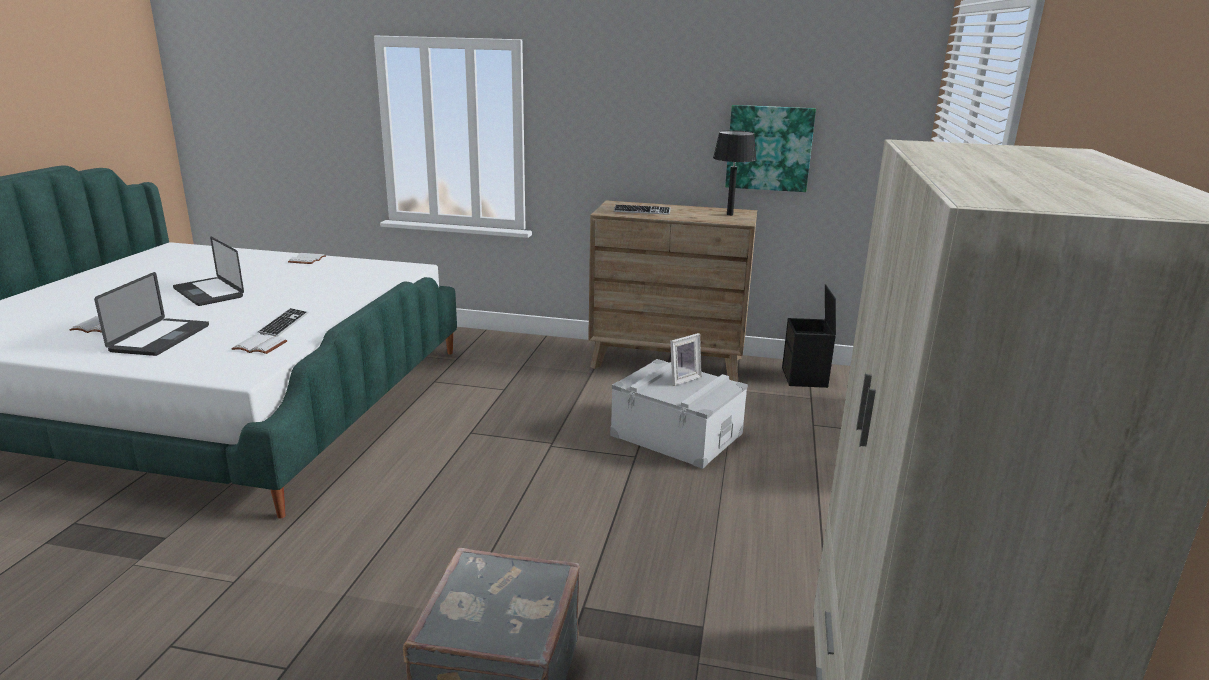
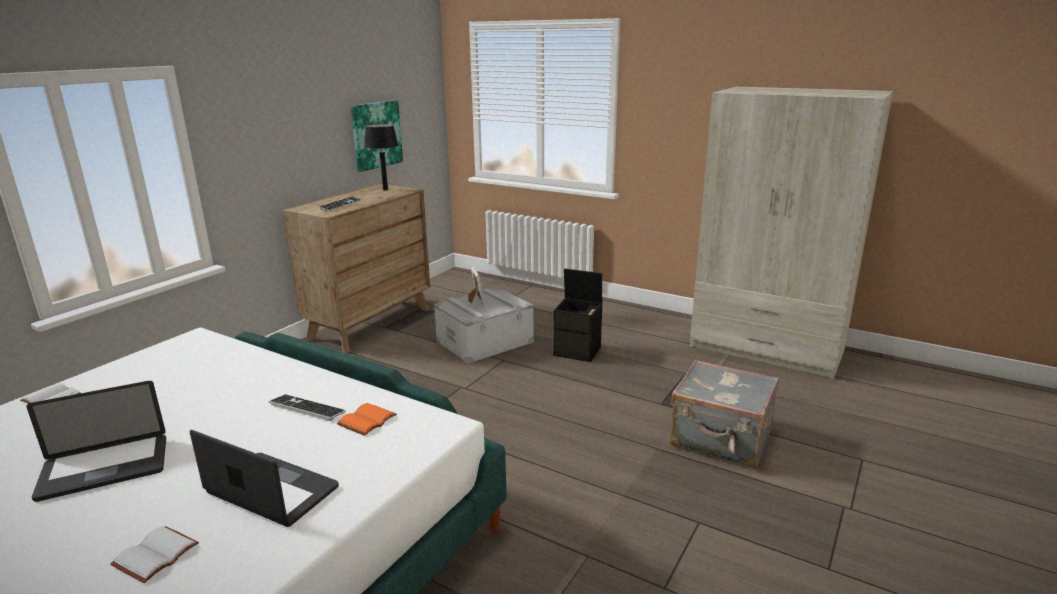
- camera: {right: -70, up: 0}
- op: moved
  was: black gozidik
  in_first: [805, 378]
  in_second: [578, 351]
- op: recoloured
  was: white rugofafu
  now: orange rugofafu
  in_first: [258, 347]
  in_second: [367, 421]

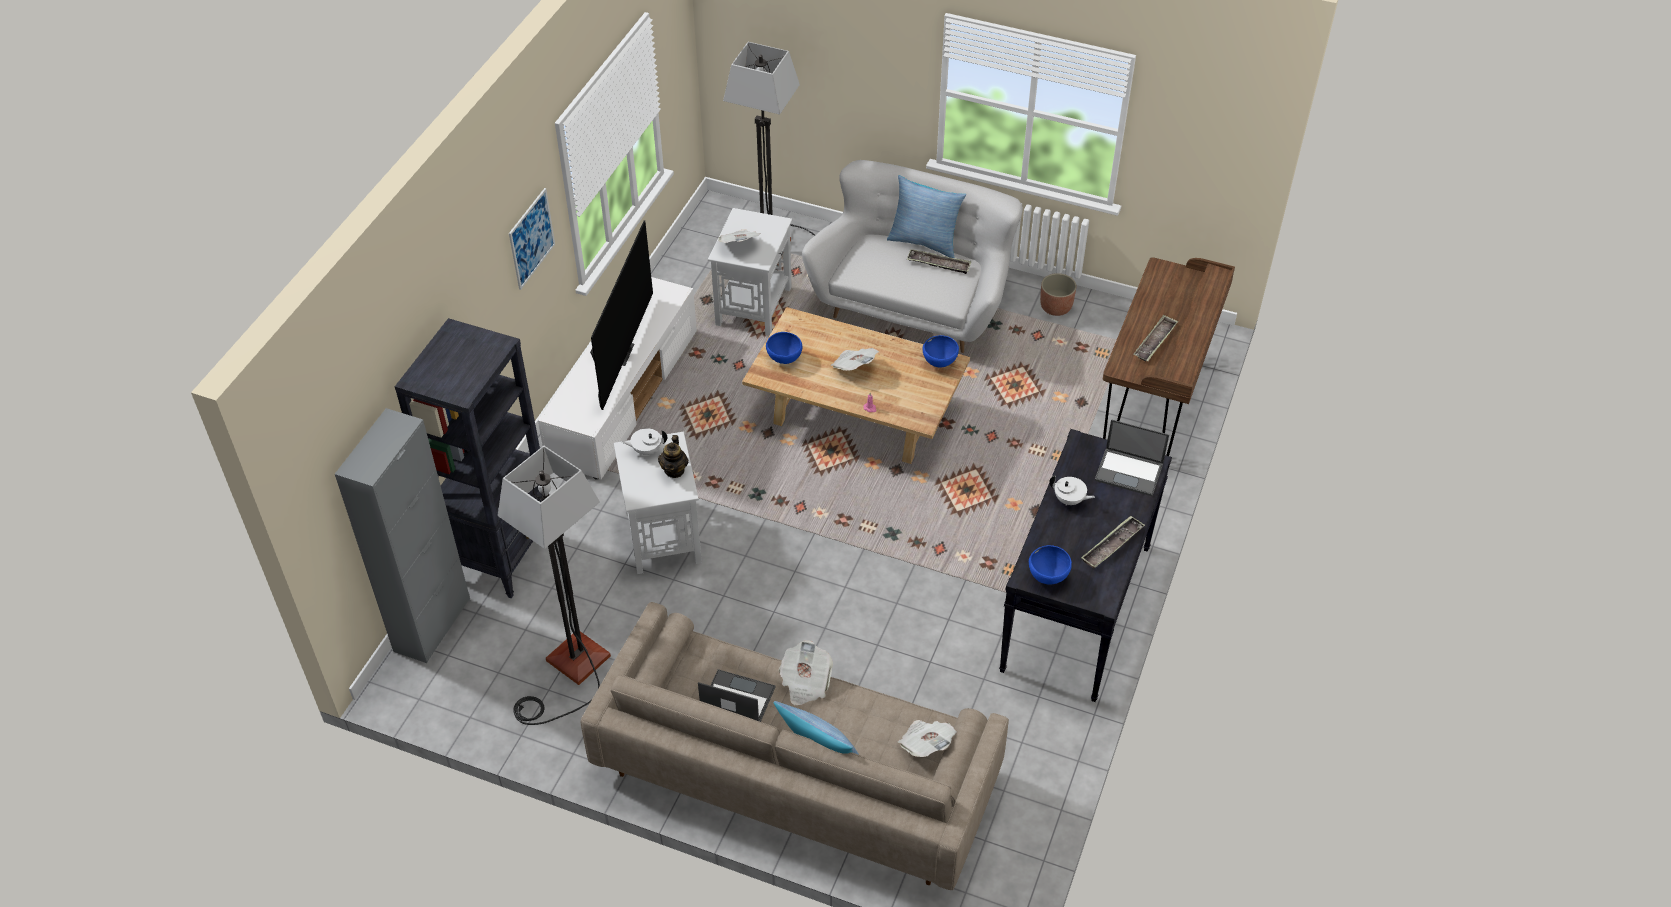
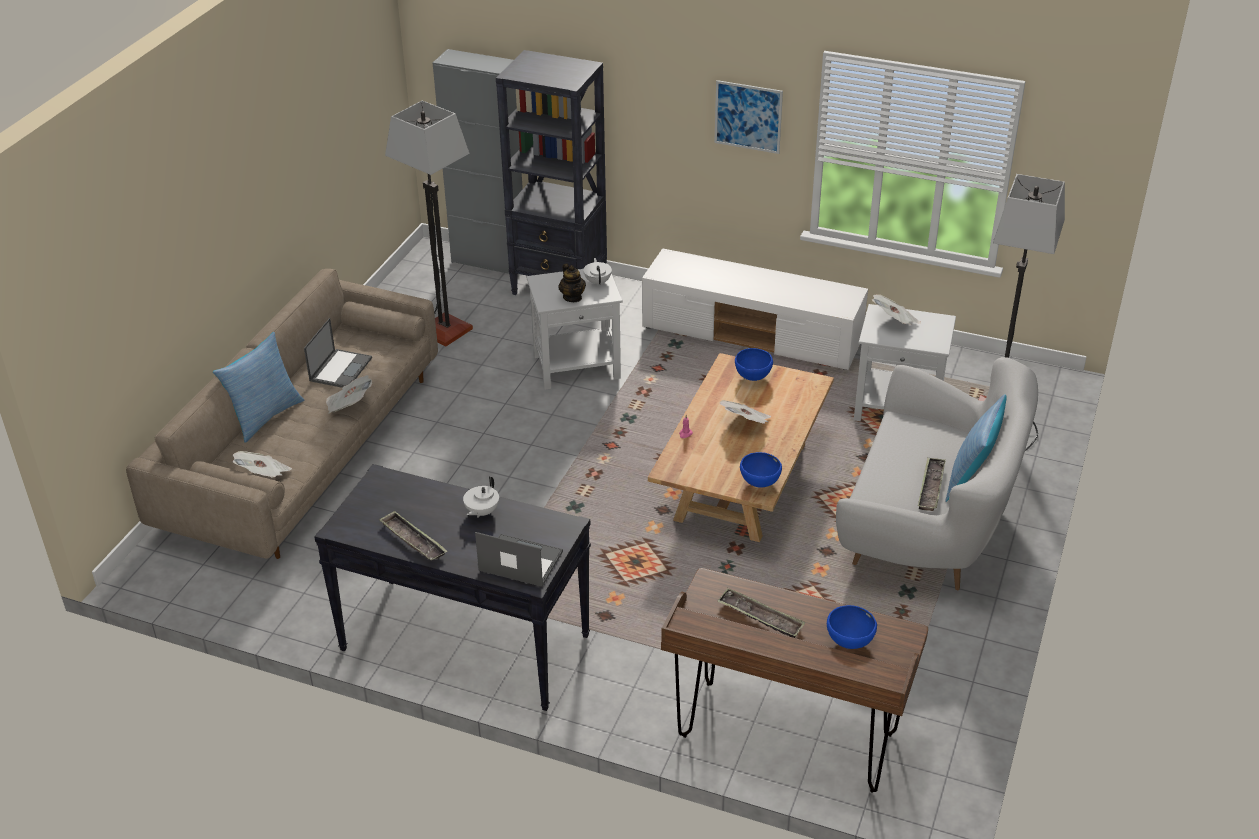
- camera: {right: 90, up: -10}
- op: removed
  was: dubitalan
  in_first: [619, 353]
- op: removed
  was: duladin
  in_first: [1056, 307]
- op: turned
  was: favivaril
  in_first: [1130, 472]
  in_second: [519, 561]
  clockwise: 90
- op: turned
  was: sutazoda
  in_first: [674, 470]
  in_second: [572, 297]
  clockwise: -120
- op: moved
  was: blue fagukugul
  in_first: [1048, 577]
  in_second: [849, 643]

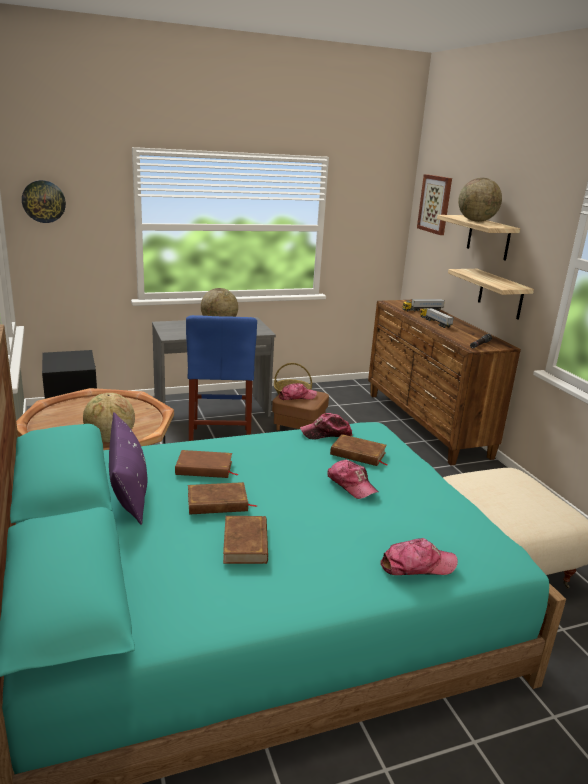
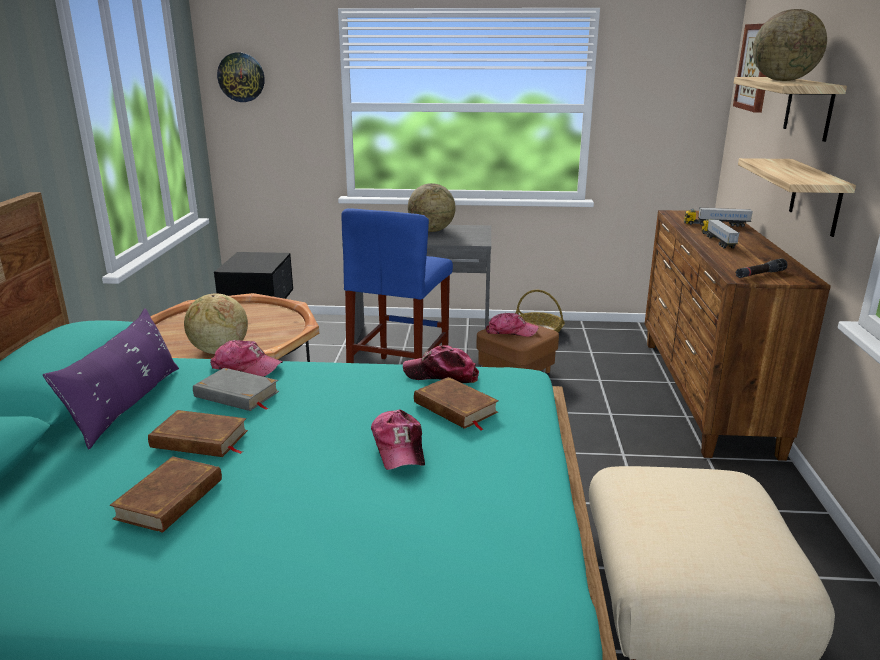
- camera: {right: 25, up: 0}
- op: recoloured
  was: brown rugofafu
  now: grey rugofafu
  in_first: [204, 468]
  in_second: [236, 394]
- op: moved
  was: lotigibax
  in_first: [417, 565]
  in_second: [246, 367]

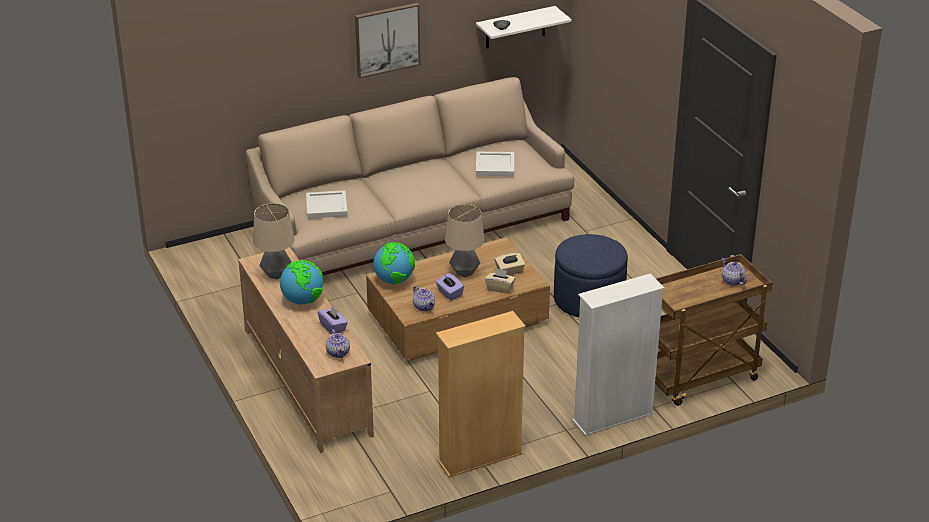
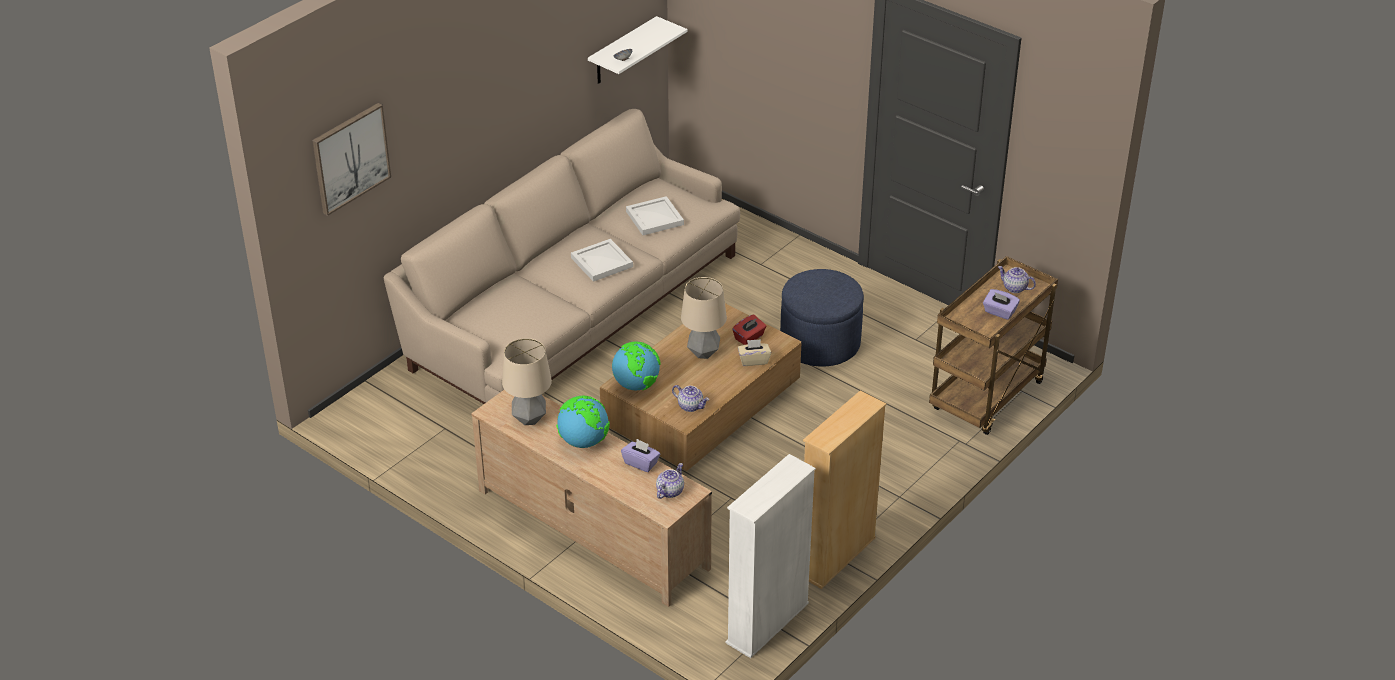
- camera: {right: -25, up: 5}
- op: moved
  was: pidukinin
  in_first: [387, 39]
  in_second: [350, 158]
- op: moved
  was: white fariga
  in_first: [326, 206]
  in_second: [600, 262]
- op: recoloured
  was: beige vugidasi
  now: red vugidasi
  in_first: [509, 271]
  in_second: [749, 337]
- op: moved
  was: purple vugidasi
  in_first: [449, 293]
  in_second: [999, 312]
- op: moved
  was: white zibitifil
  in_first: [613, 417]
  in_second: [767, 623]
- op: turned
  was: sutazoda
  in_first: [338, 353]
  in_second: [669, 491]
  clockwise: -105

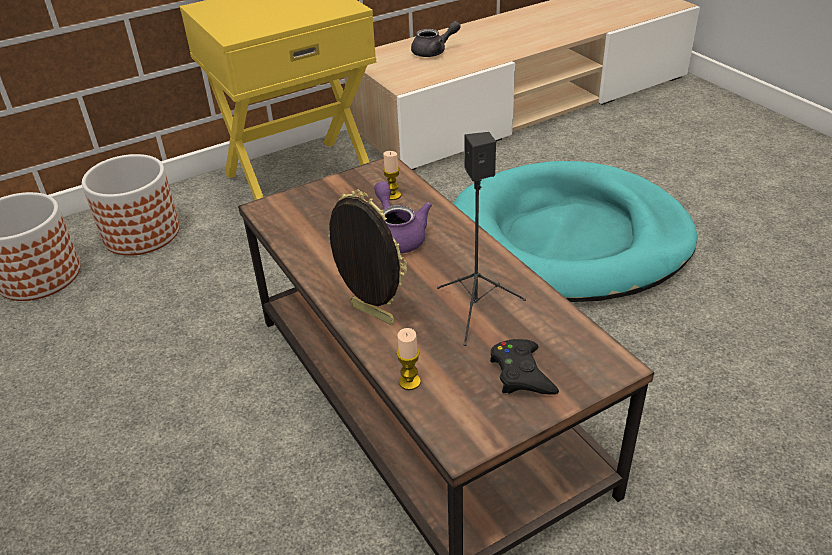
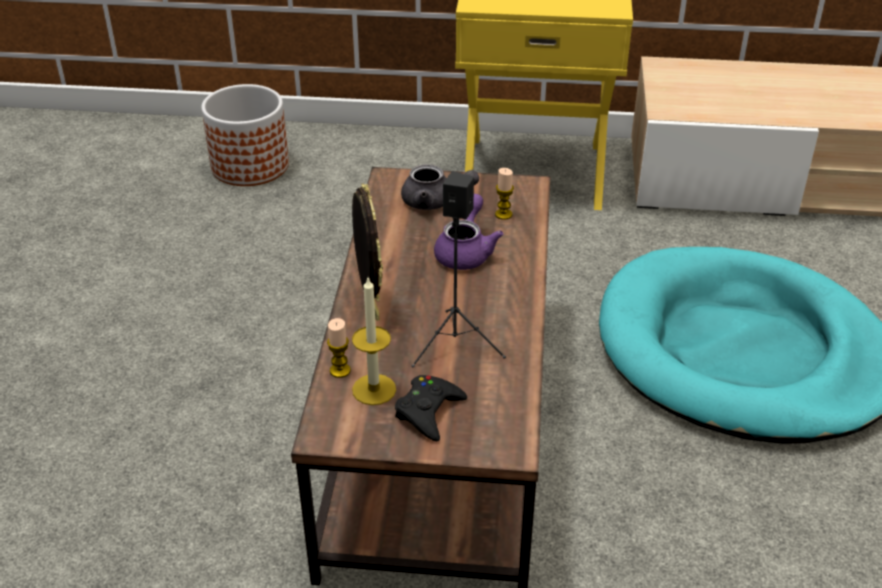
- camera: {right: 35, up: 0}
- op: moved
  was: grey sutazoda
  in_first: [434, 52]
  in_second: [435, 201]
- op: removed
  was: duladin
  in_first: [142, 233]
- op: added
  now: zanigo
  in_second: [374, 389]

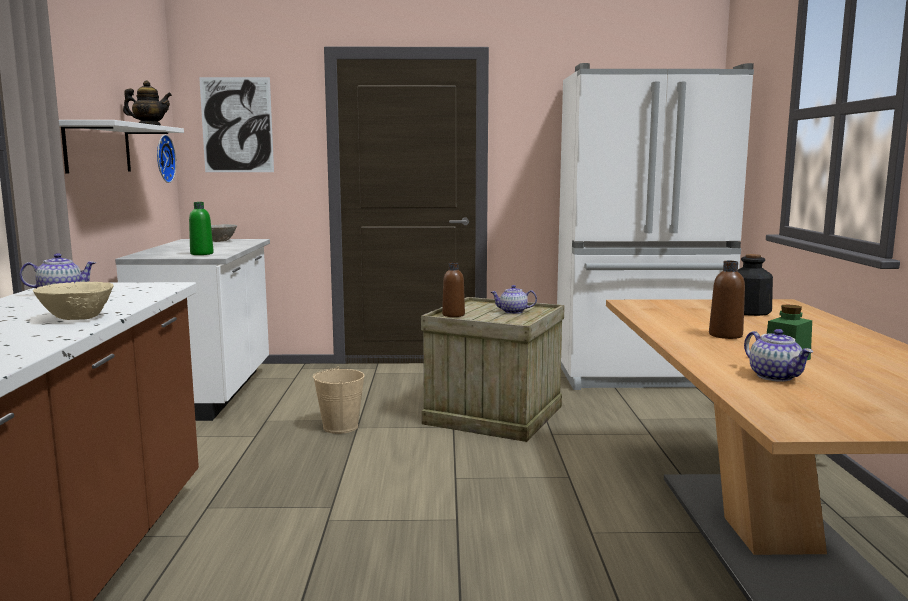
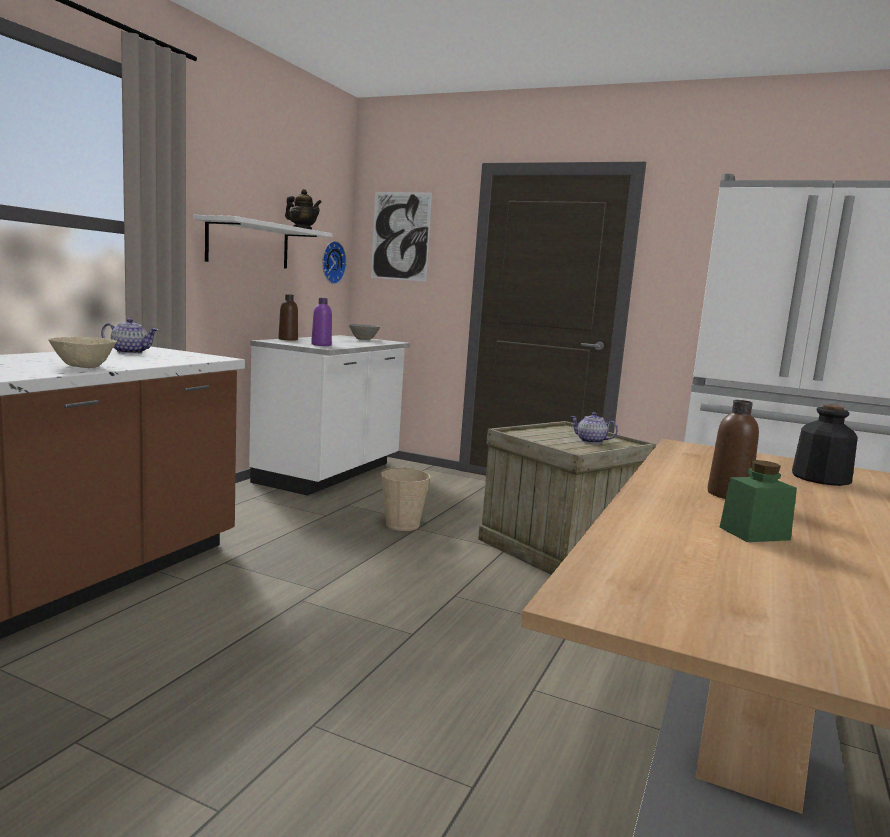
- camera: {right: 25, up: 0}
- op: recoloured
  was: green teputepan
  now: purple teputepan
  in_first: [202, 254]
  in_second: [321, 345]
- op: moved
  was: brown teputepan
  in_first: [453, 315]
  in_second: [288, 339]
- op: removed
  was: sutazoda
  in_first: [775, 376]

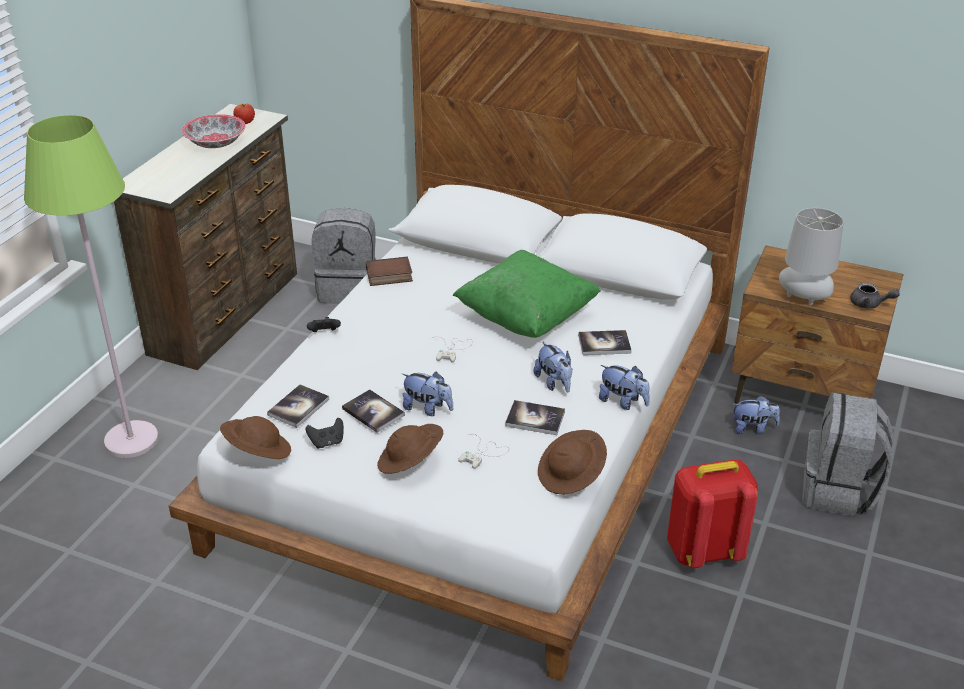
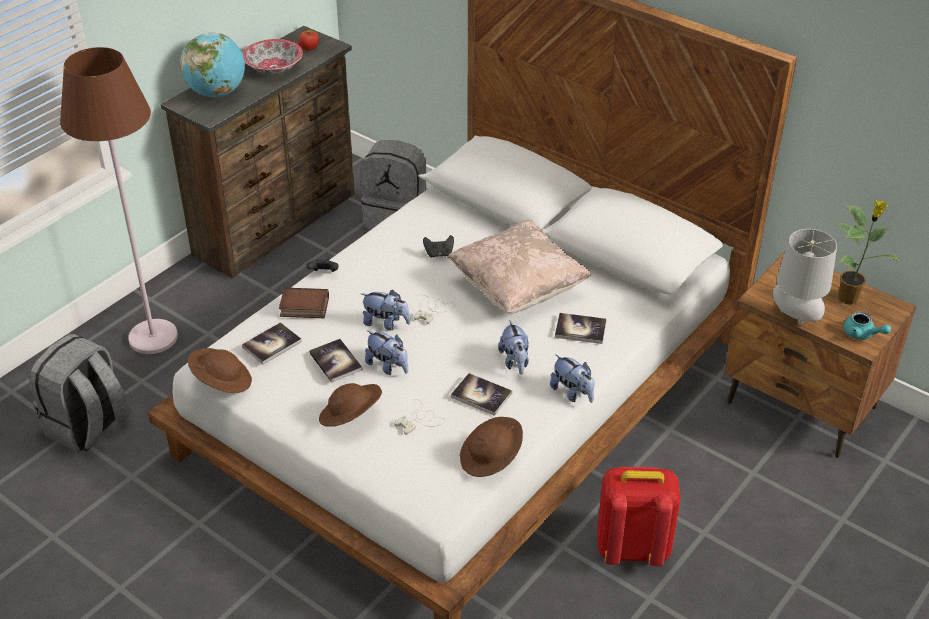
- camera: {right: 15, up: 5}
- op: recoloured
  was: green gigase
  now: brown gigase
  in_first: [132, 440]
  in_second: [153, 337]
- op: recoloured
  was: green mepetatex
  now: beige mepetatex
  in_first: [526, 317]
  in_second: [518, 288]
- op: moved
  was: rugofafu
  in_first: [388, 276]
  in_second: [303, 308]
- op: recoloured
  was: grey sutazoda
  now: turquoise sutazoda
  in_first: [869, 304]
  in_second: [862, 334]
- op: moved
  was: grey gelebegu
  in_first: [838, 491]
  in_second: [88, 427]
- op: moved
  was: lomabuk
  in_first: [753, 428]
  in_second: [386, 323]
- op: moved
  was: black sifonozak
  in_first: [327, 442]
  in_second: [439, 254]
- op: added
  now: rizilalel
  in_second: [217, 93]
- op: added
  now: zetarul
  in_second: [849, 298]

